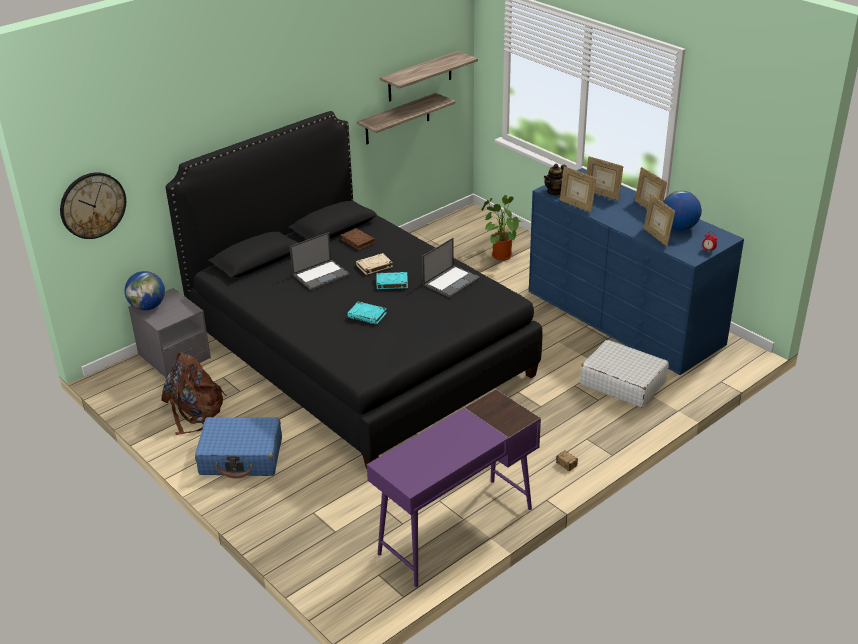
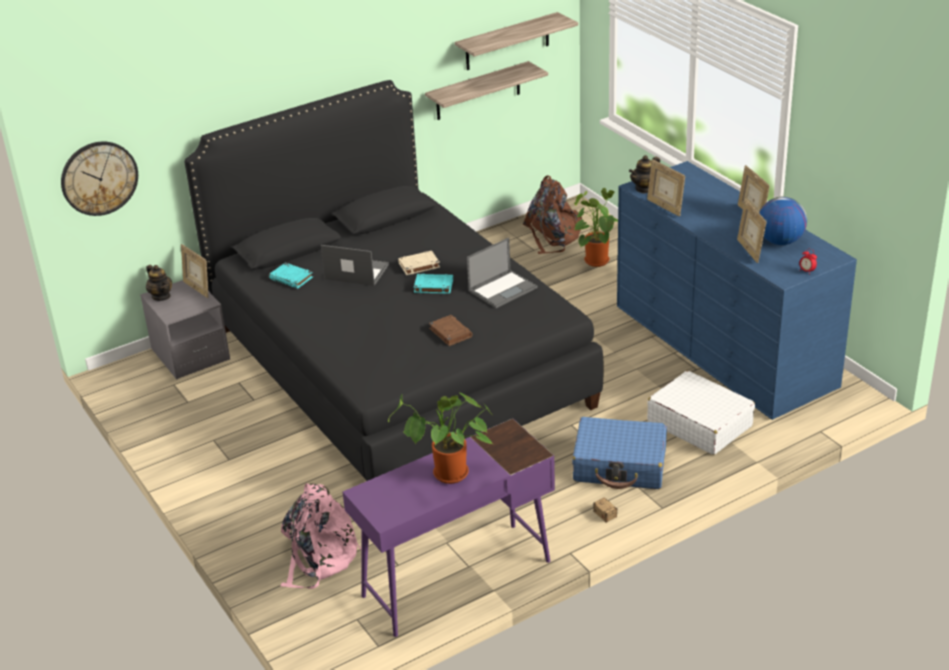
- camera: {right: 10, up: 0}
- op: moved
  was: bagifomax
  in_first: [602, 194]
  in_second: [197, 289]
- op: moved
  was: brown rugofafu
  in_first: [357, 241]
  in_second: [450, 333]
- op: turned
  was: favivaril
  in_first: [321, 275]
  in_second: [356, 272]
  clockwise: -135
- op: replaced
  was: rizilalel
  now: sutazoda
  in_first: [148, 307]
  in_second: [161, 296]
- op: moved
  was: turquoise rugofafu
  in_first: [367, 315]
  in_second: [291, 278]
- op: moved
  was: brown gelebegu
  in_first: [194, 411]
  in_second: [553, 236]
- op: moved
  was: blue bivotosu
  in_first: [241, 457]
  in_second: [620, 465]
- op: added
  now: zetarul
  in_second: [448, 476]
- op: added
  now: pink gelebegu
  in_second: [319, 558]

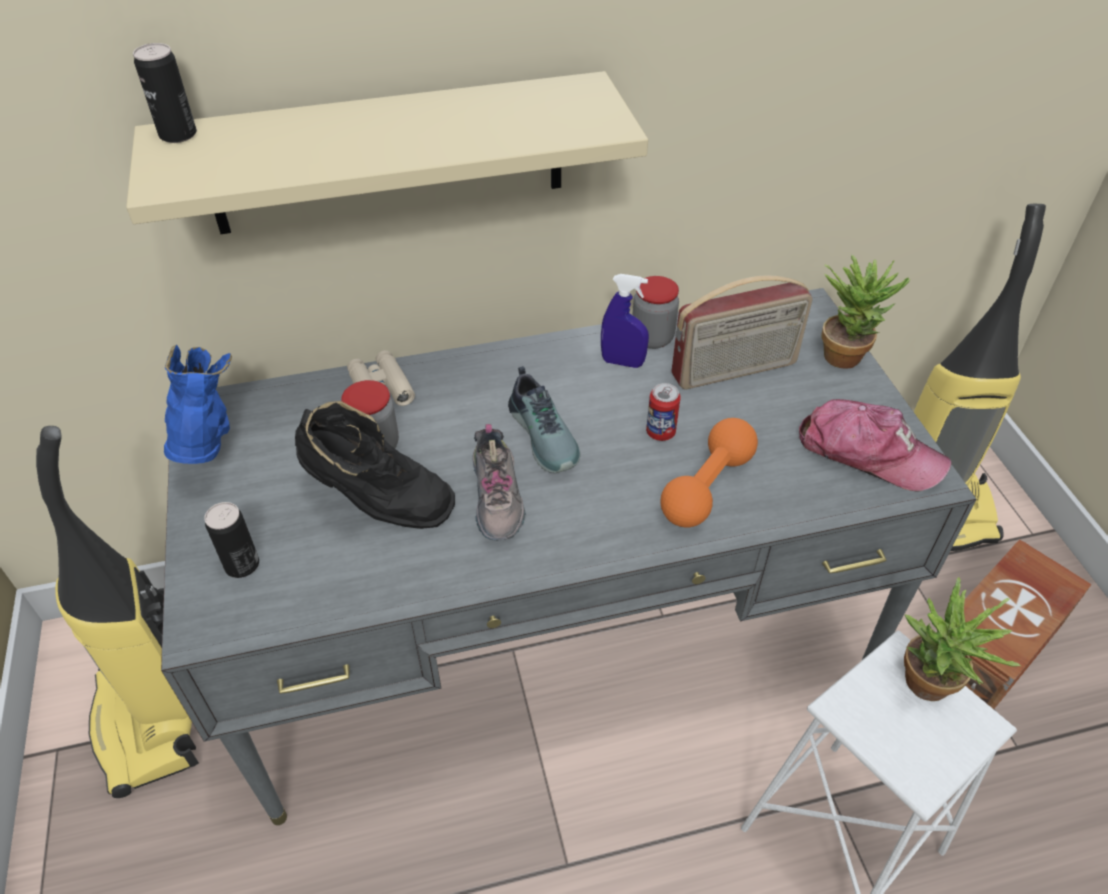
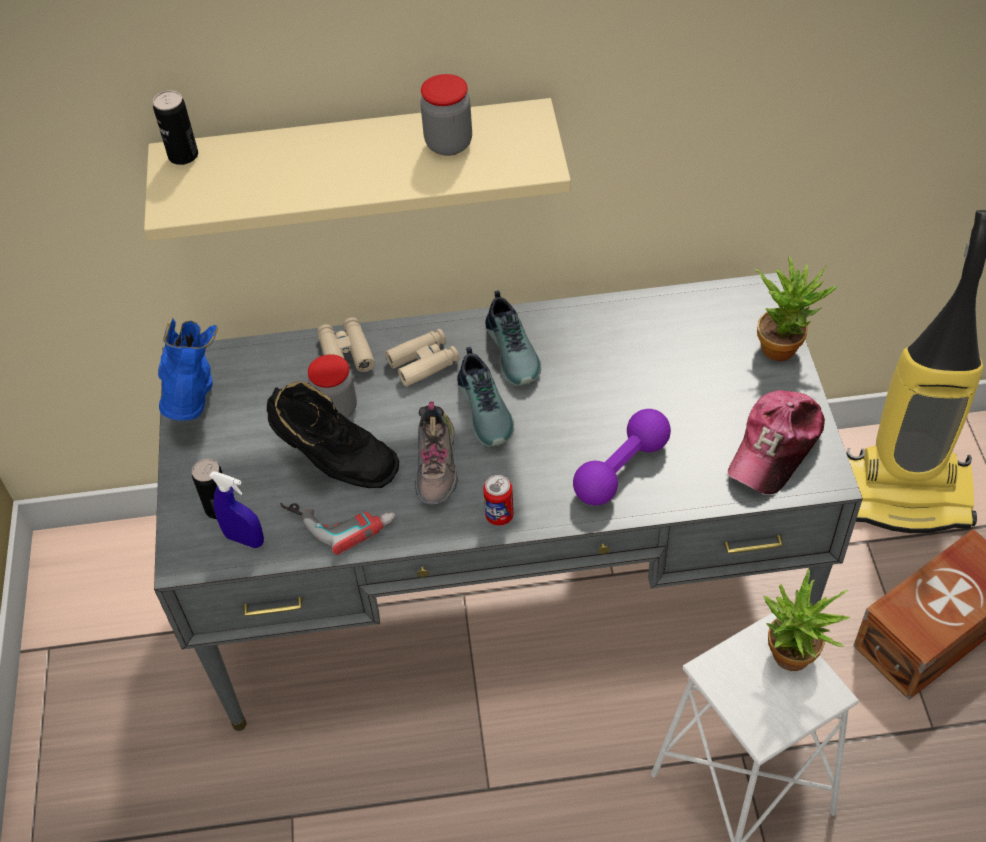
- camera: {right: 10, up: 5}
- op: moved
  was: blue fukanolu
  in_first: [622, 362]
  in_second: [244, 539]
- op: moved
  was: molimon
  in_first: [652, 338]
  in_second: [448, 144]
- op: removed
  was: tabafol
  in_first: [734, 371]
- op: moved
  was: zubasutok
  in_first: [660, 432]
  in_second: [499, 515]
- op: turned
  was: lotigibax
  in_first: [868, 452]
  in_second: [776, 447]
  clockwise: 90
- op: recoloured
  was: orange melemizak
  now: purple melemizak
  in_first: [707, 487]
  in_second: [621, 469]
- op: removed
  was: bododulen
  in_first: [153, 720]
- op: added
  now: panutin
  in_second: [514, 351]
- op: added
  now: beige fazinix
  in_second: [423, 362]
- op: added
  now: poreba
  in_second: [339, 516]

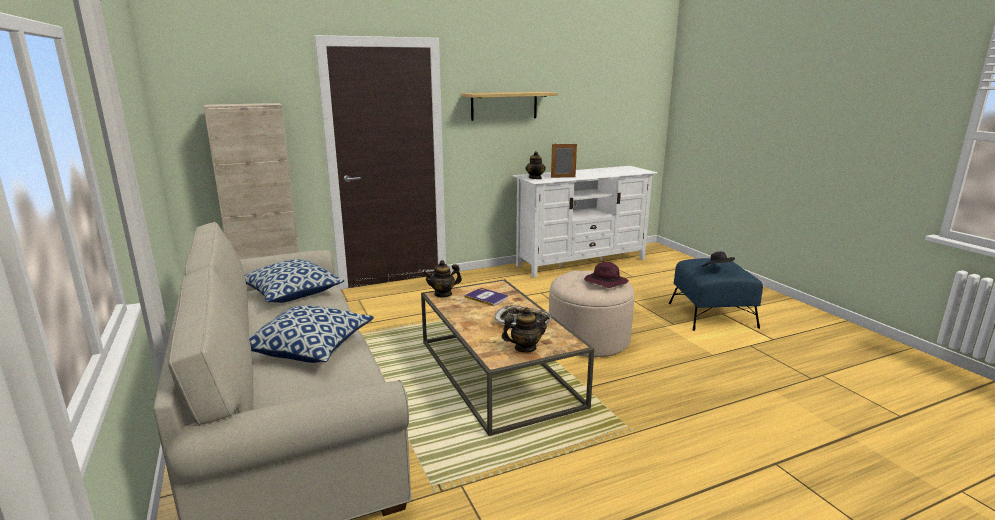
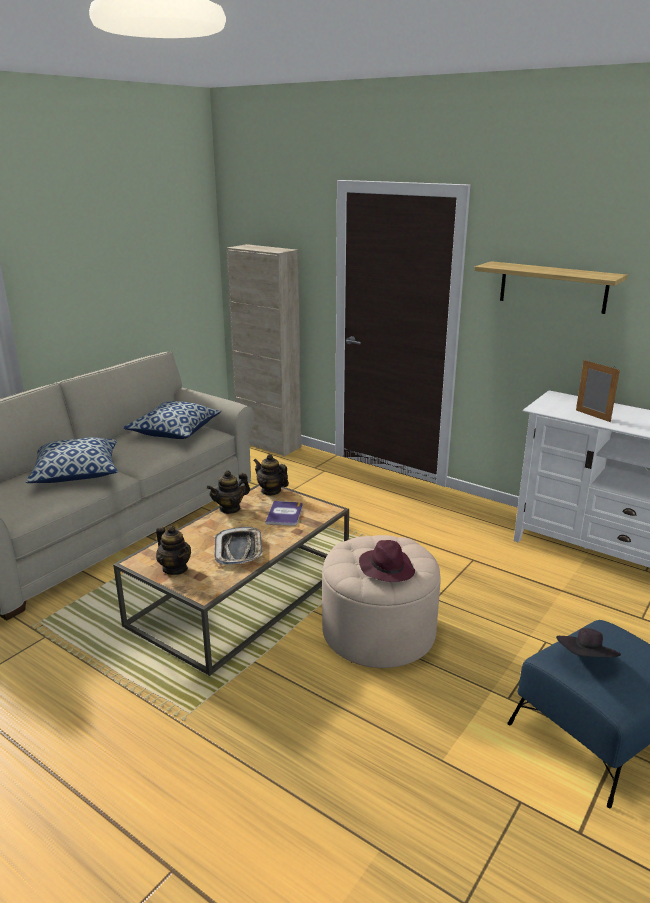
- camera: {right: 60, up: 5}
- op: moved
  was: sutazoda
  in_first: [535, 178]
  in_second: [230, 508]

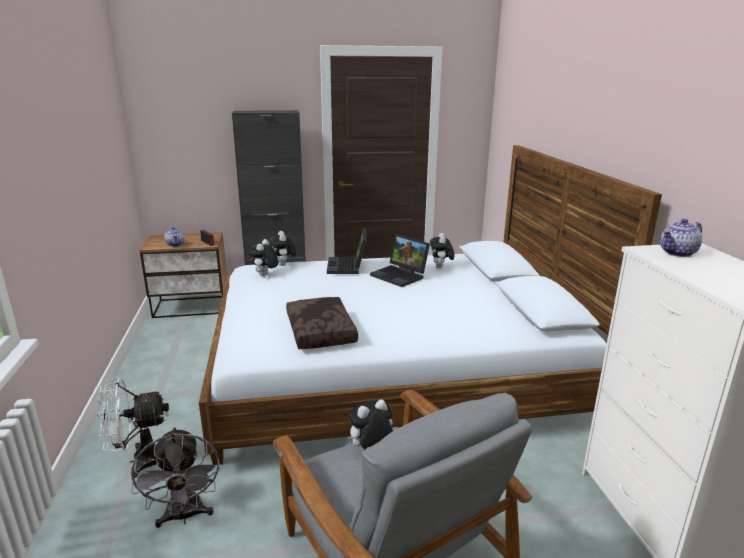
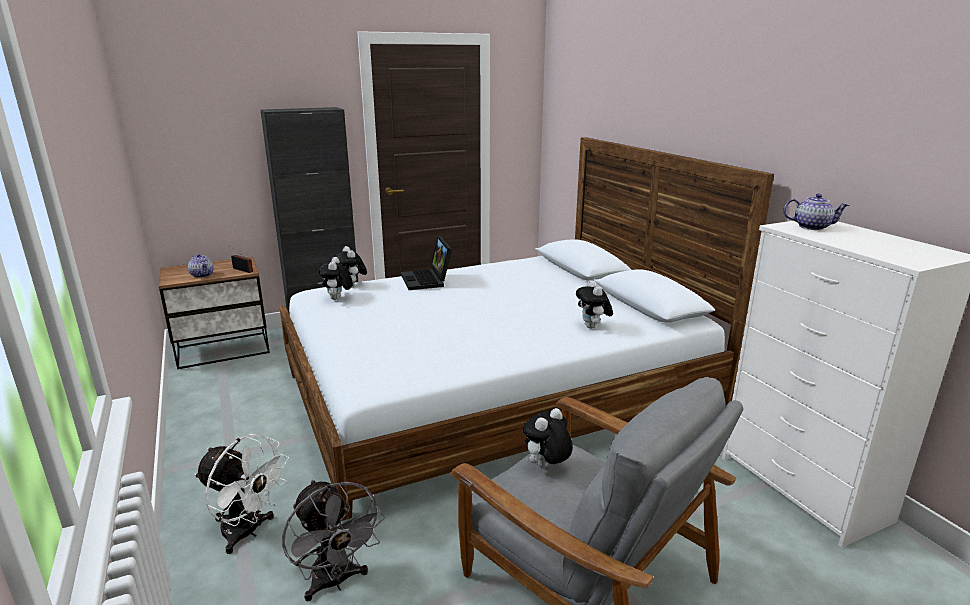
- camera: {right: -15, up: 0}
- op: turned
  was: sutazoda
  in_first: [678, 253]
  in_second: [812, 227]
  clockwise: -120
- op: moved
  was: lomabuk
  in_first: [441, 267]
  in_second: [592, 327]
- op: removed
  was: favivaril
  in_first: [401, 276]
- op: removed
  was: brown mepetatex
  in_first: [322, 332]
- op: turned
  was: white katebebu
  in_first: [140, 460]
  in_second: [247, 532]
  clockwise: -120

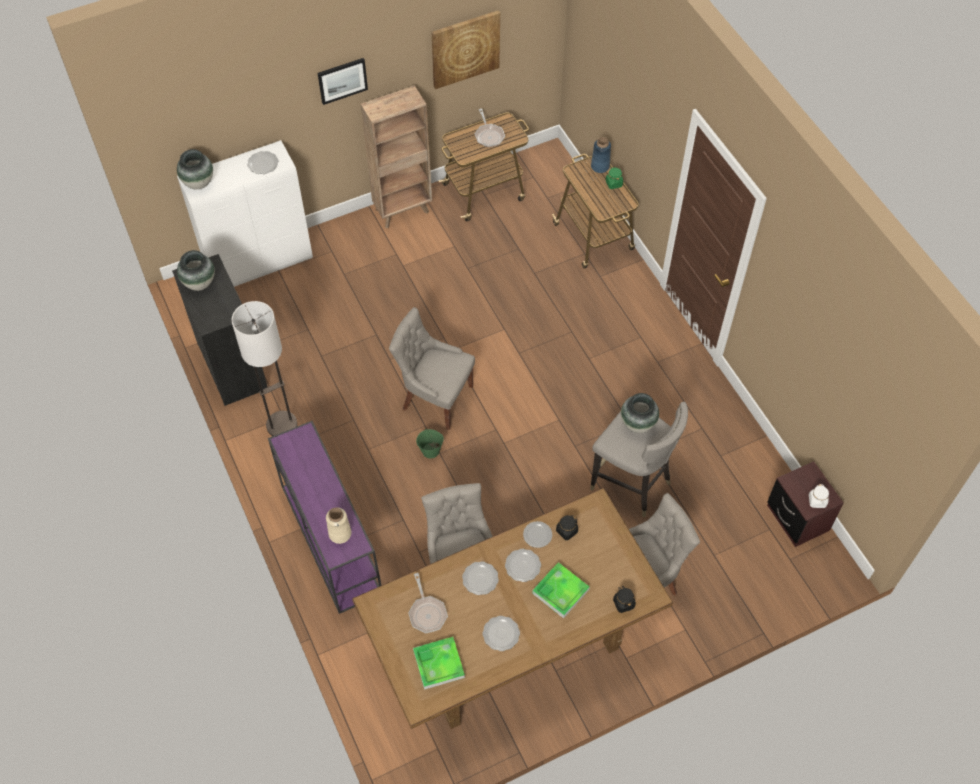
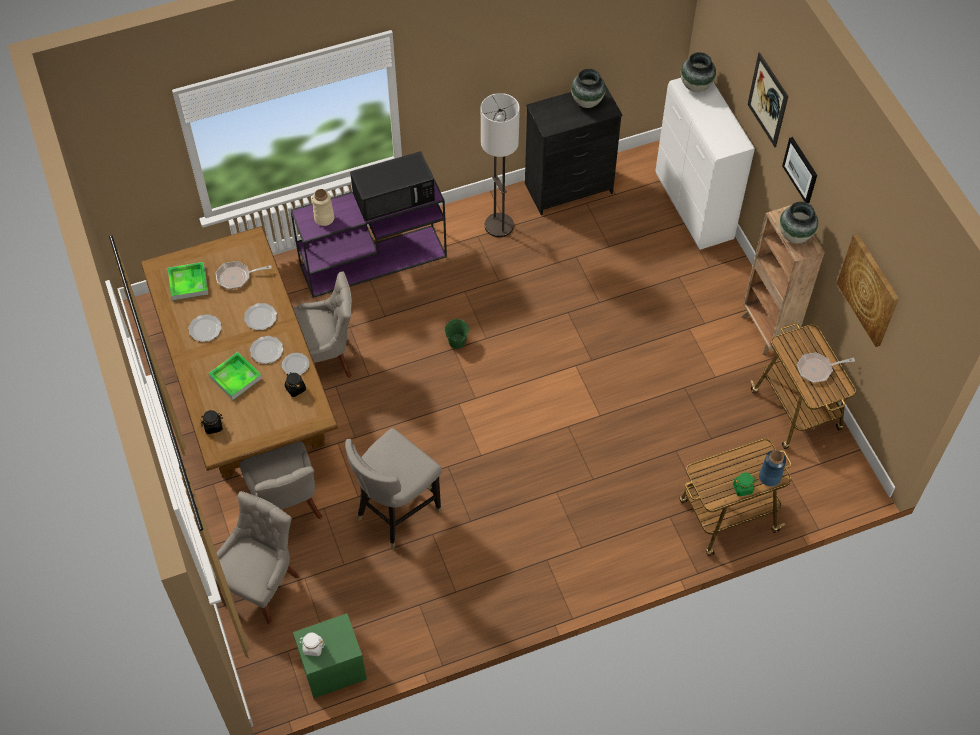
- camera: {right: 95, up: 0}
- op: removed
  was: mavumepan
  in_first: [262, 164]
- op: moved
  was: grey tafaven
  in_first: [435, 397]
  in_second: [261, 584]
- op: moved
  was: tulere
  in_first: [637, 424]
  in_second: [795, 235]
- op: recoloured
  was: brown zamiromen
  now: green zamiromen
  in_first: [797, 518]
  in_second: [333, 668]
- op: added
  now: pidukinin
  in_second: [767, 100]
- op: added
  now: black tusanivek
  in_second: [394, 196]

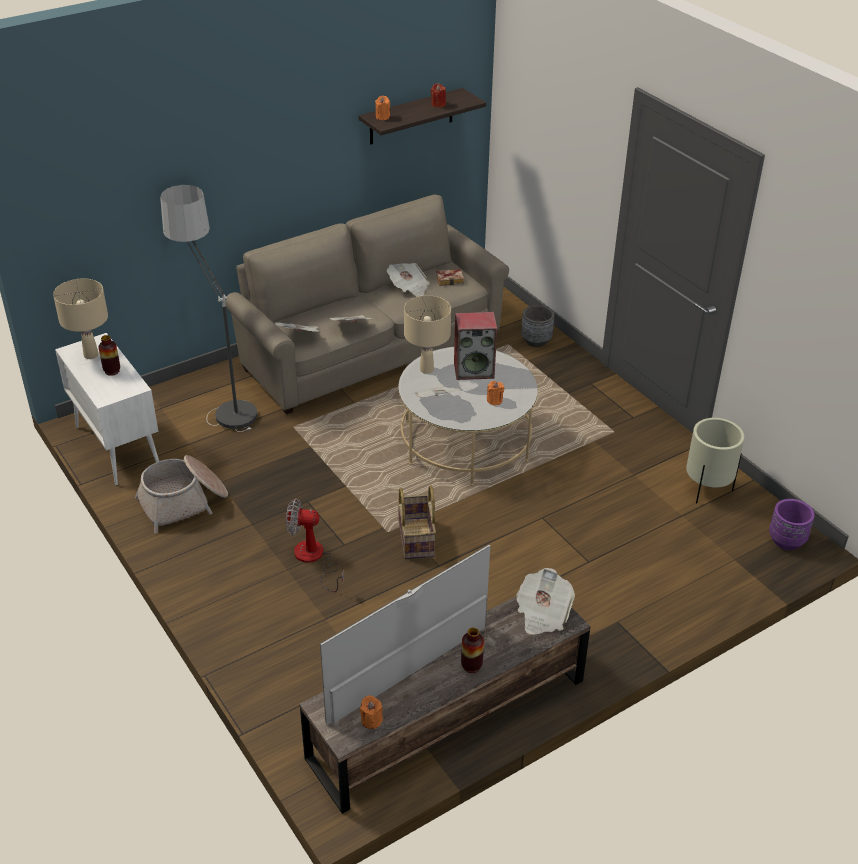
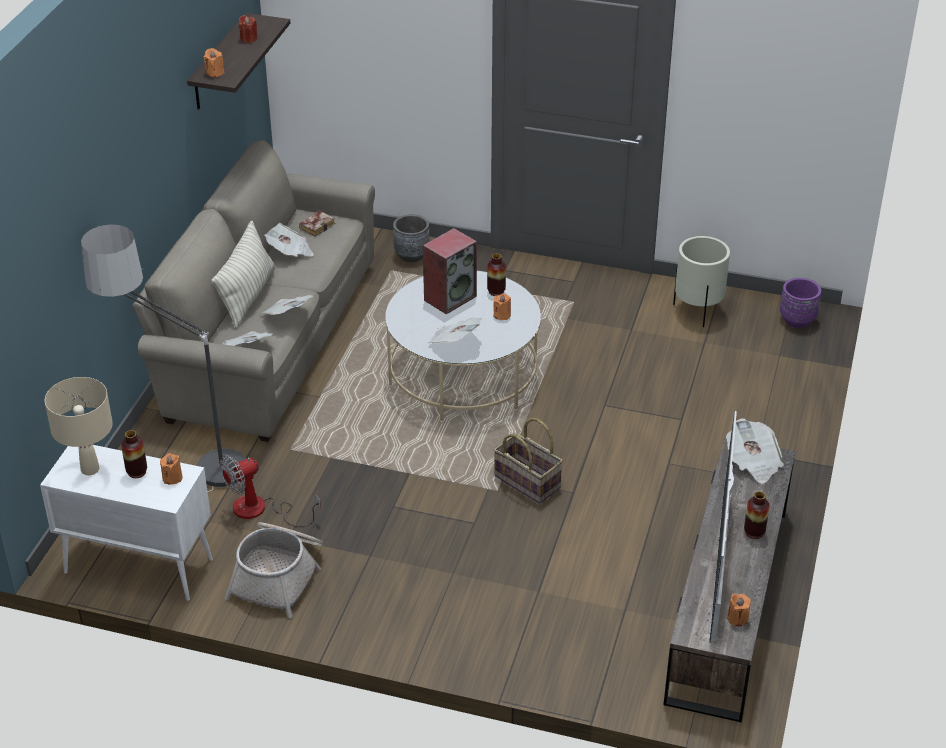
- camera: {right: -40, up: 0}
- op: removed
  was: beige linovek
  in_first: [427, 369]
- op: moved
  was: katebebu
  in_first: [314, 559]
  in_second: [260, 510]
- op: added
  now: mepetatex
  in_second: [247, 296]
- op: added
  now: tulere
  in_second: [496, 291]
- op: added
  now: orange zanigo
  in_second: [172, 478]

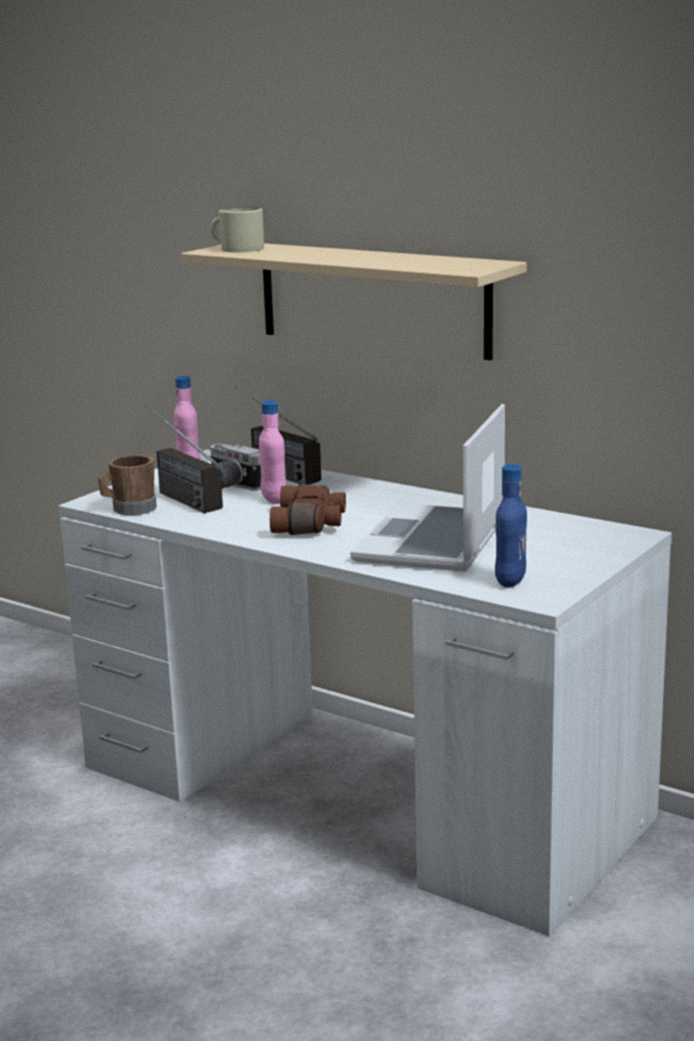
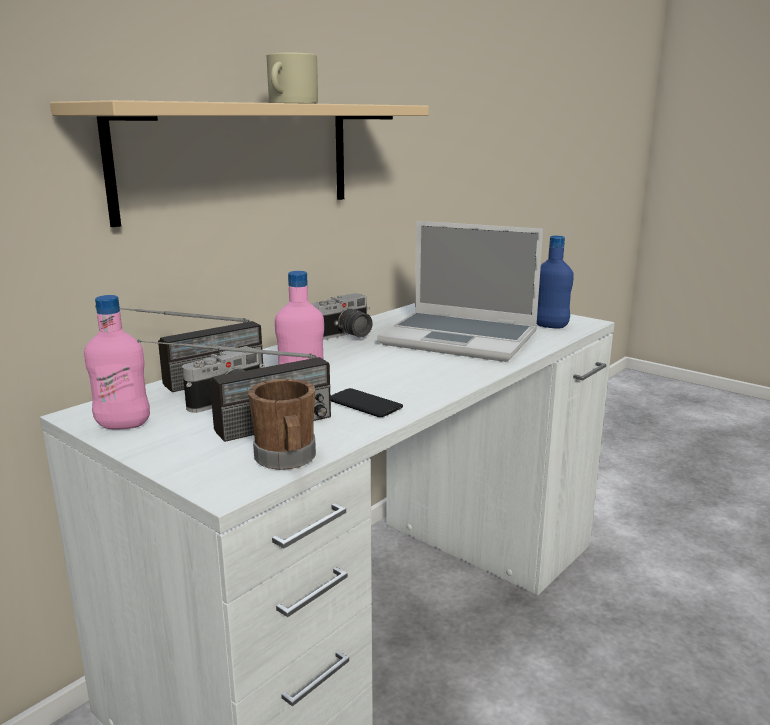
- camera: {right: -85, up: 0}
- op: moved
  was: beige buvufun
  in_first: [237, 249]
  in_second: [290, 103]
- op: removed
  was: brown fazinix
  in_first: [311, 524]
- op: added
  now: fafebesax
  in_second: [346, 336]
- op: added
  now: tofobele
  in_second: [364, 404]

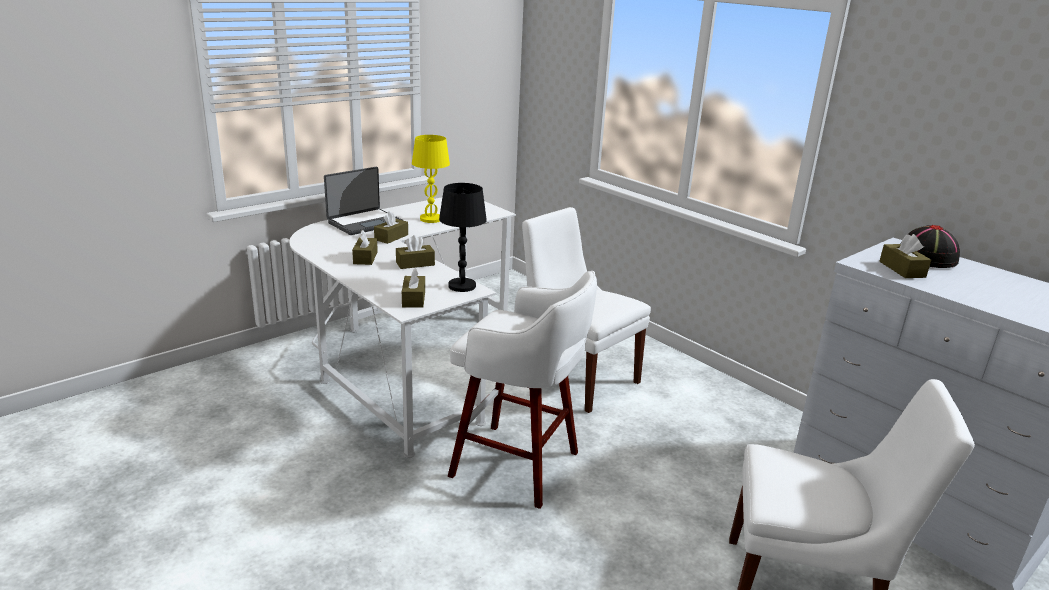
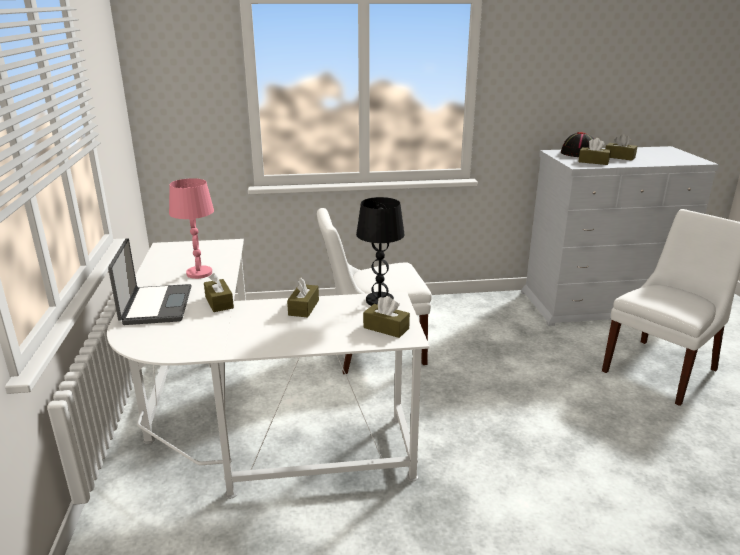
- camera: {right: -55, up: 0}
- op: recoloured
  was: yellow linovek
  now: pink linovek
  in_first: [431, 219]
  in_second: [199, 273]
- op: moved
  was: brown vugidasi
  in_first: [365, 258]
  in_second: [619, 157]
- op: removed
  was: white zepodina
  in_first: [519, 466]

